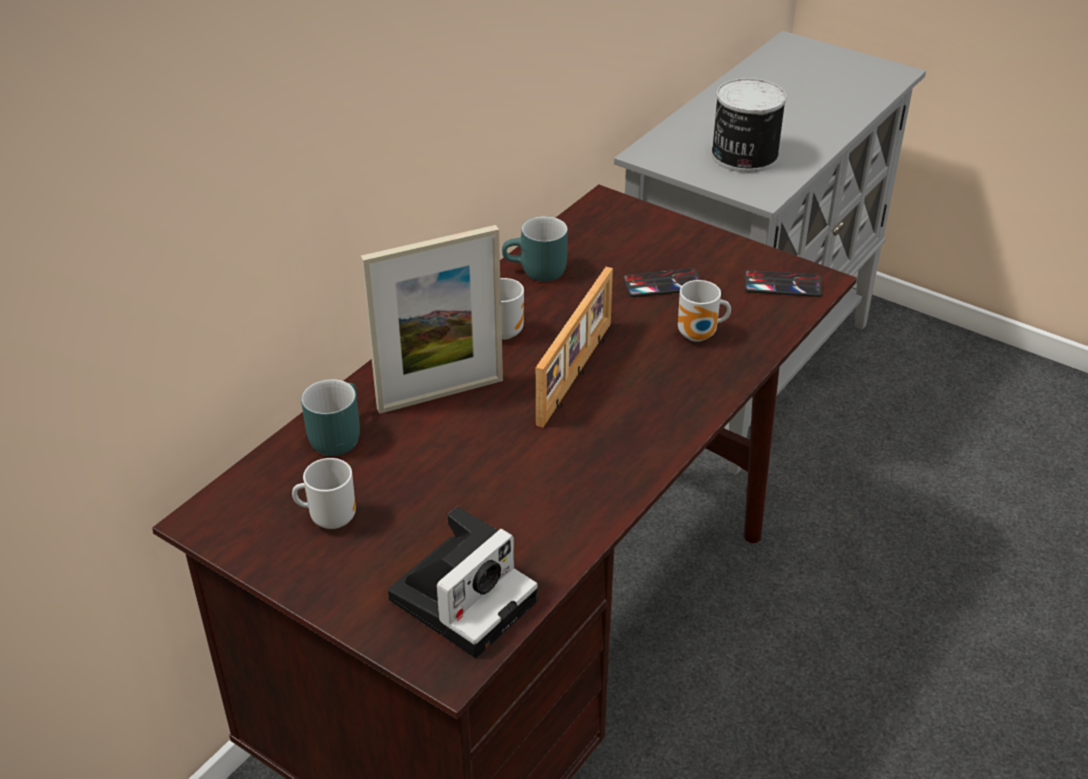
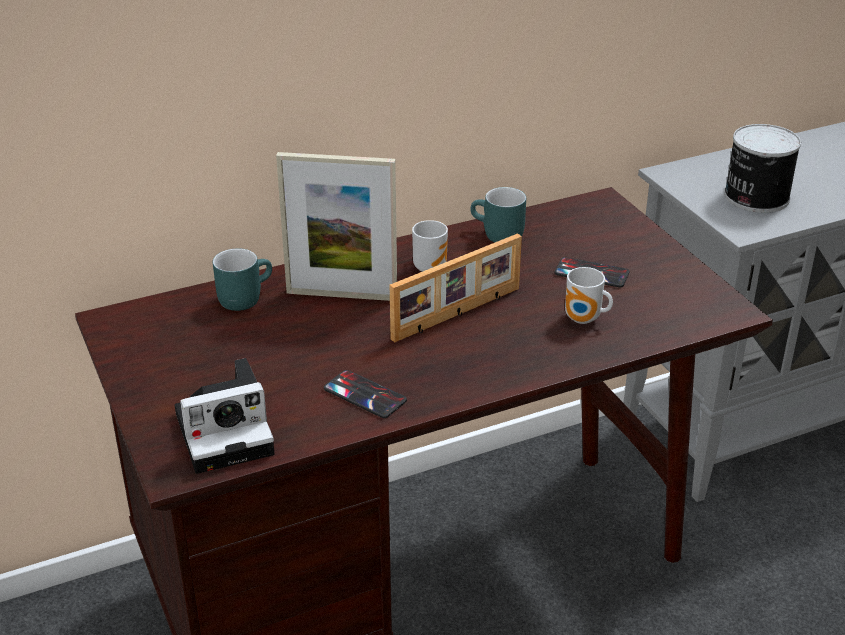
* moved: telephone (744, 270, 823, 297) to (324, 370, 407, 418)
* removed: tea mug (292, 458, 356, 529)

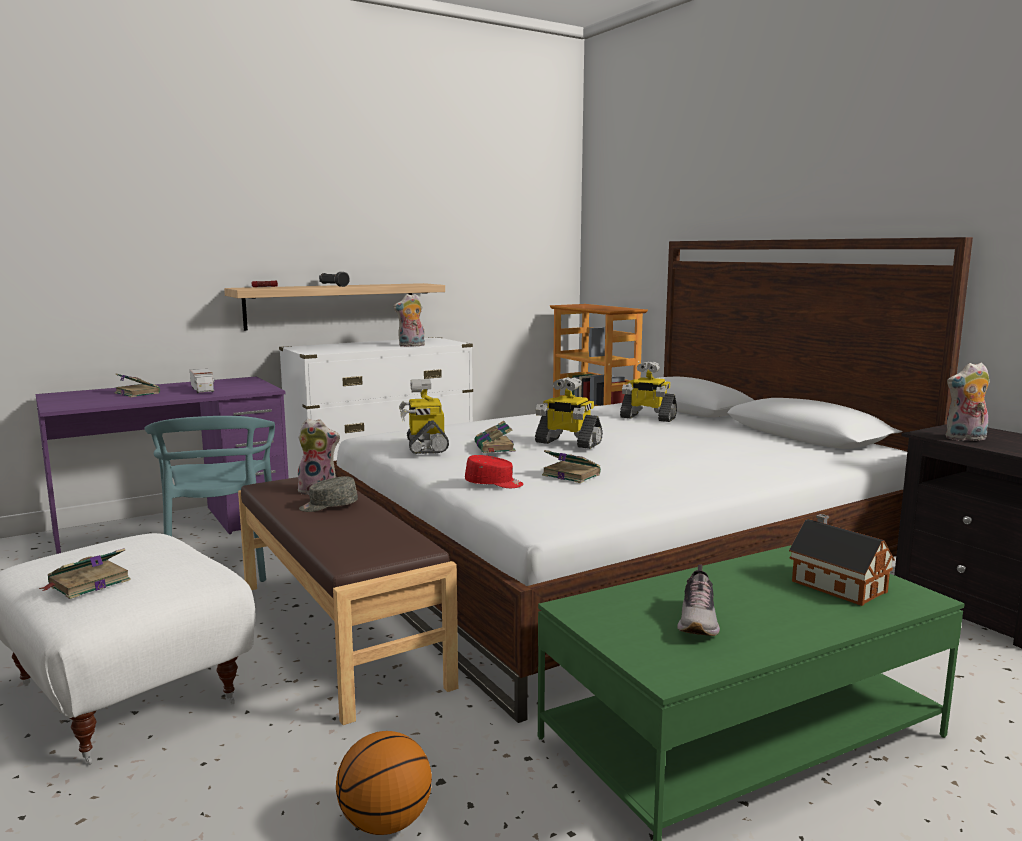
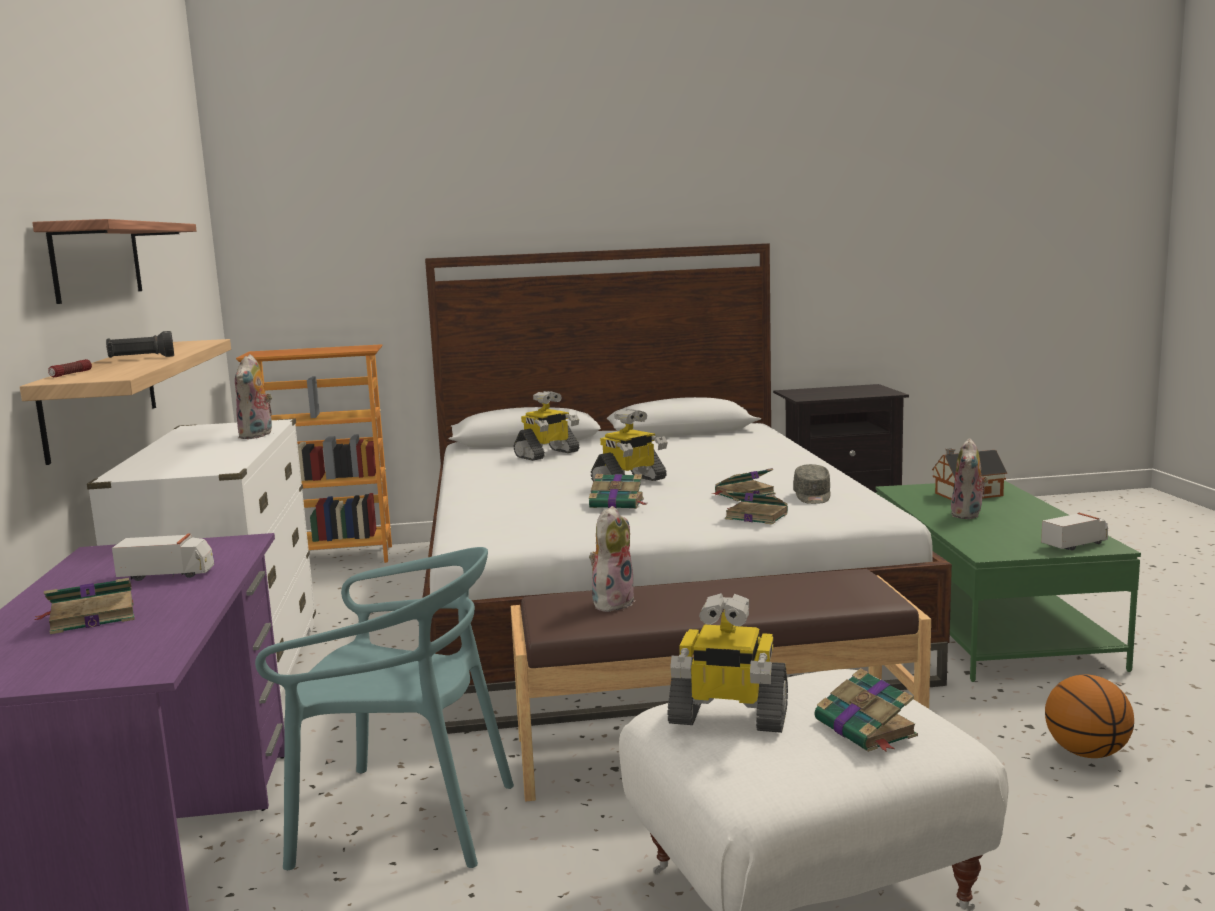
* moved: cuddly toy (946, 363, 989, 442) to (951, 438, 988, 519)
* moved: robot figure (399, 379, 449, 454) to (667, 593, 788, 733)
* replaced: baseball cap/red (465, 455, 524, 488) to book (725, 491, 788, 524)
* moved: baseball cap/gray (299, 476, 358, 512) to (793, 464, 831, 504)
* removed: shoe (677, 565, 720, 636)
* added: shelf (32, 219, 197, 304)
* added: toy lorry (1041, 513, 1108, 550)

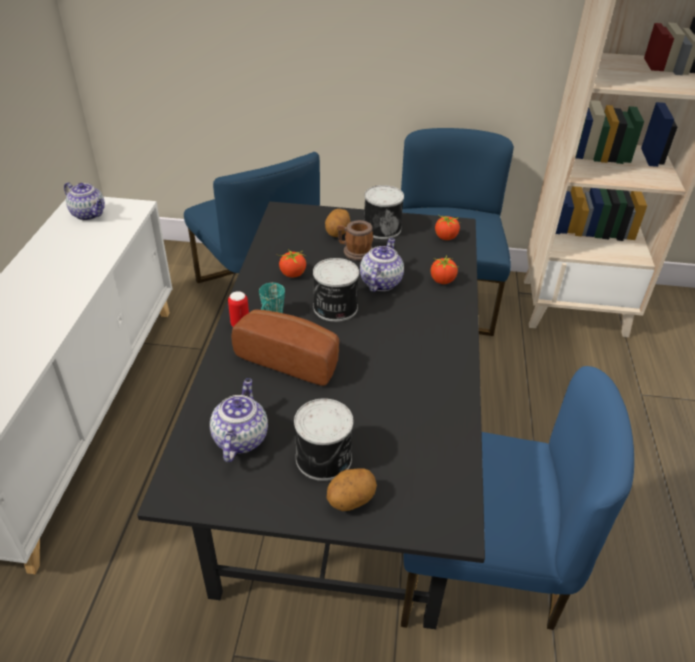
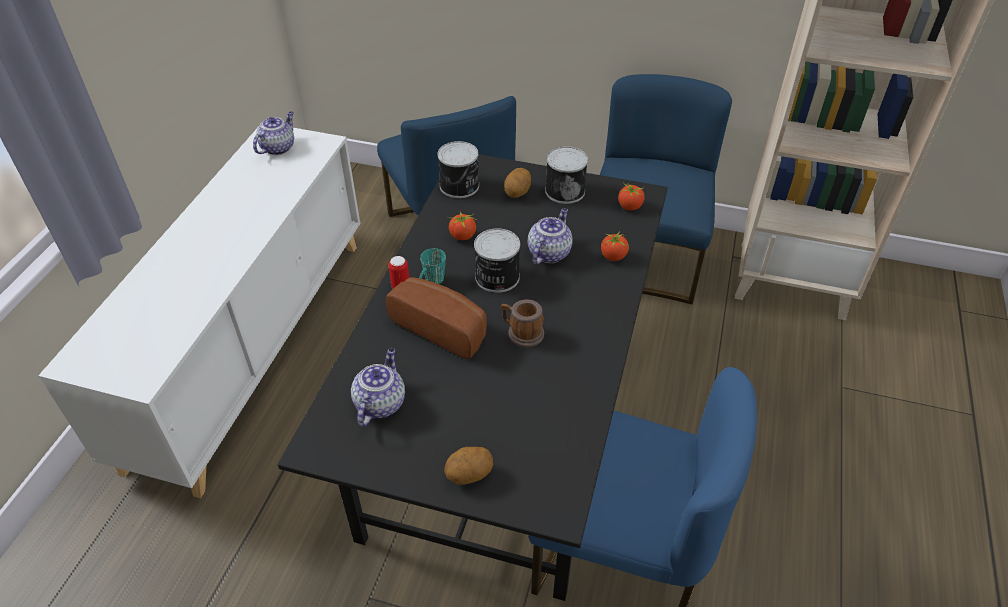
* turned: pot for tea (64, 182, 105, 220) = (253, 111, 294, 155) 105 degrees counterclockwise
* moved: tea mug (337, 220, 373, 261) to (501, 299, 544, 348)
* moved: metal can (294, 398, 353, 481) to (438, 141, 479, 198)

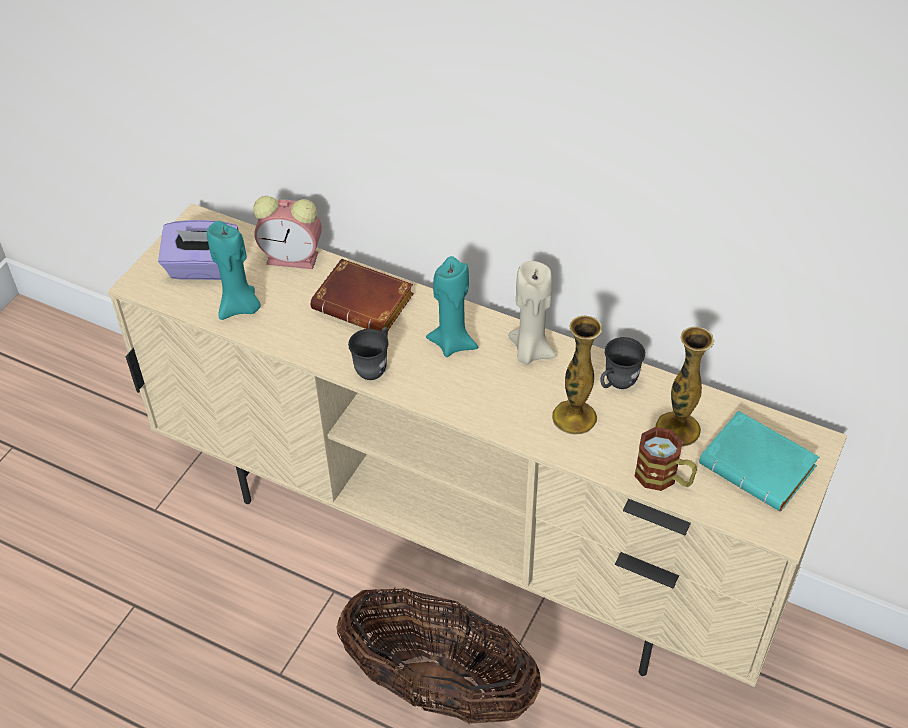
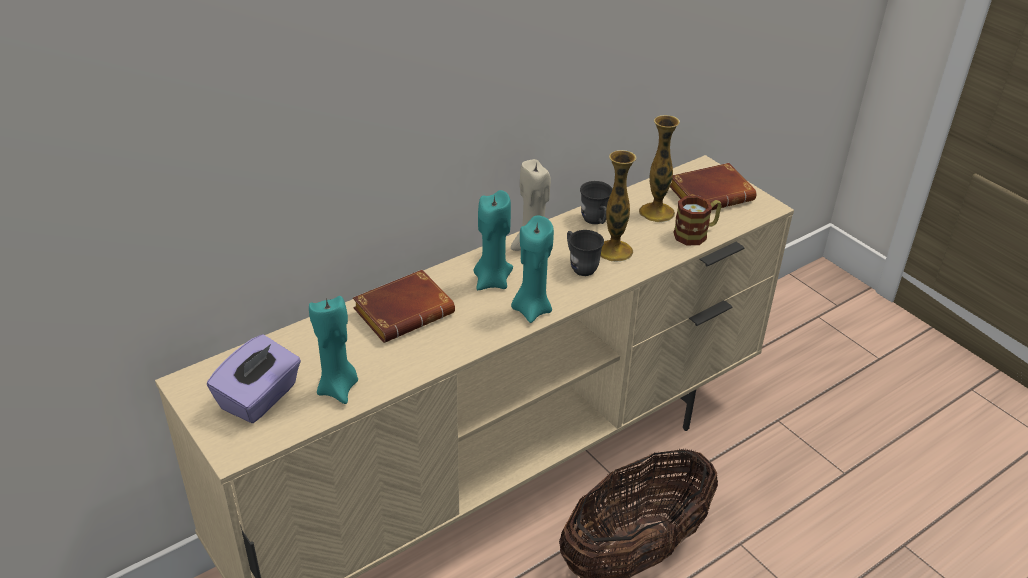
* removed: bedside clock (253, 196, 322, 269)
* moved: tea mug/gray (348, 327, 389, 380) to (567, 230, 604, 276)
* recoloured: book/turquoise (699, 411, 819, 511) to book/brown (670, 163, 756, 210)
* added: wax light/turquoise (511, 215, 554, 323)

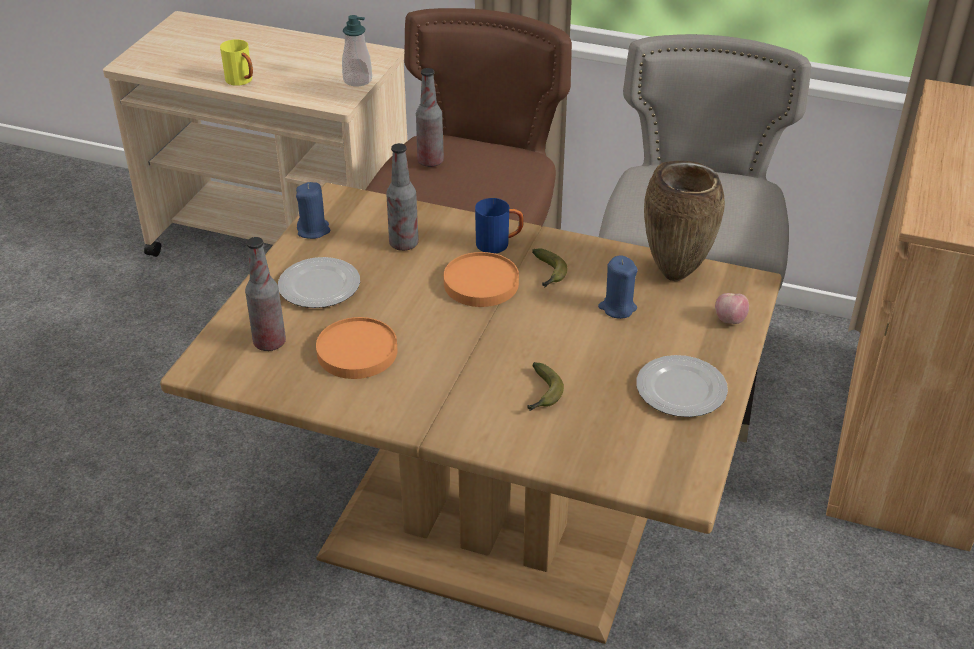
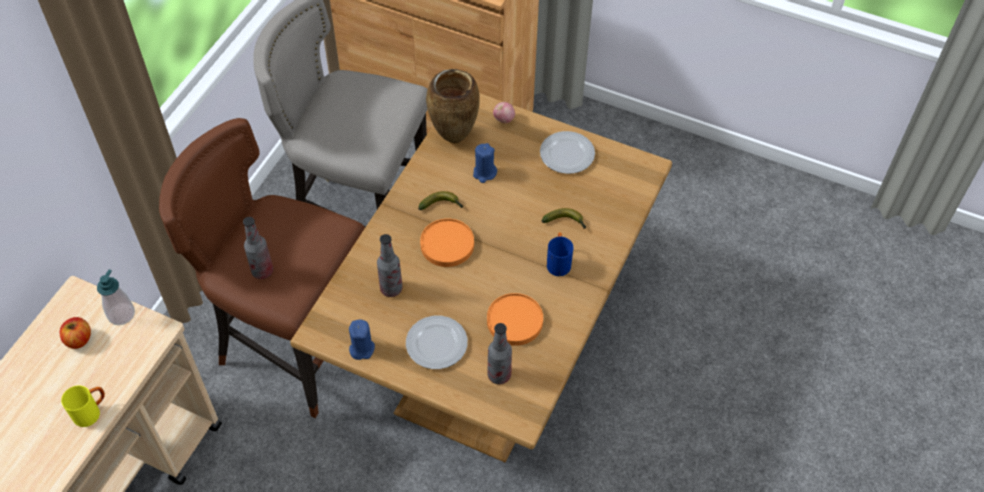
* moved: tea mug/bluish (475, 198, 524, 253) to (547, 233, 574, 276)
* added: apple fruit (60, 317, 91, 349)

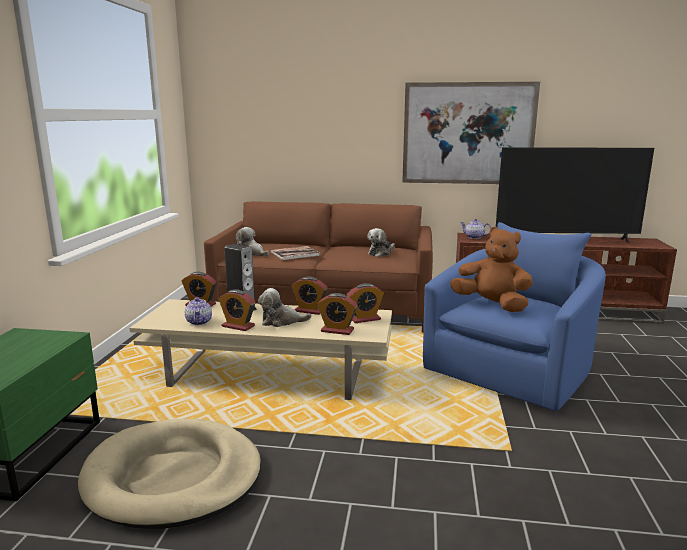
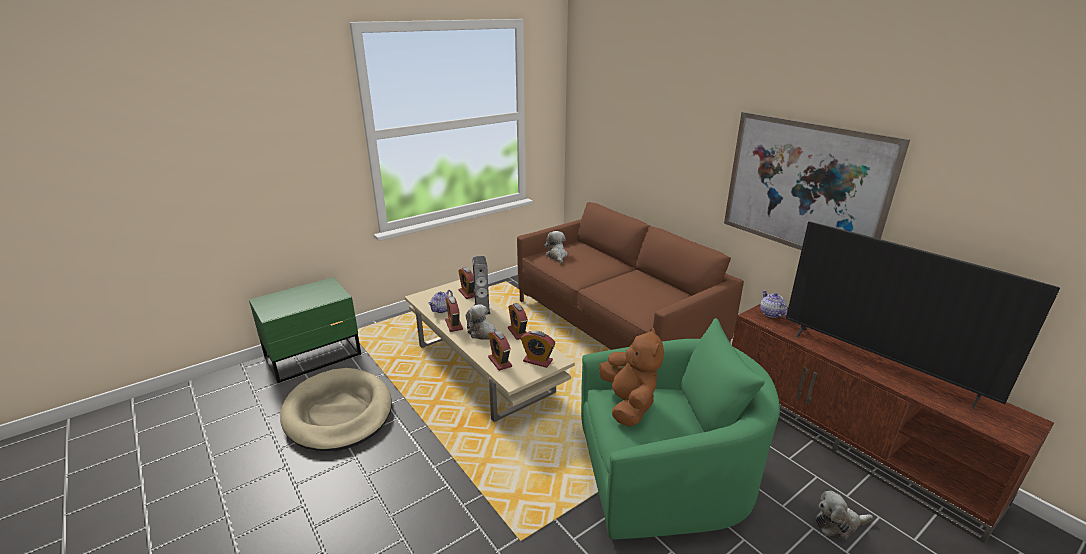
* recoloured: lounge chair/bluish (423, 222, 606, 411) to lounge chair/green (581, 318, 780, 540)
* moved: cuddly toy (367, 228, 395, 257) to (815, 491, 873, 539)
* removed: book (271, 246, 320, 260)

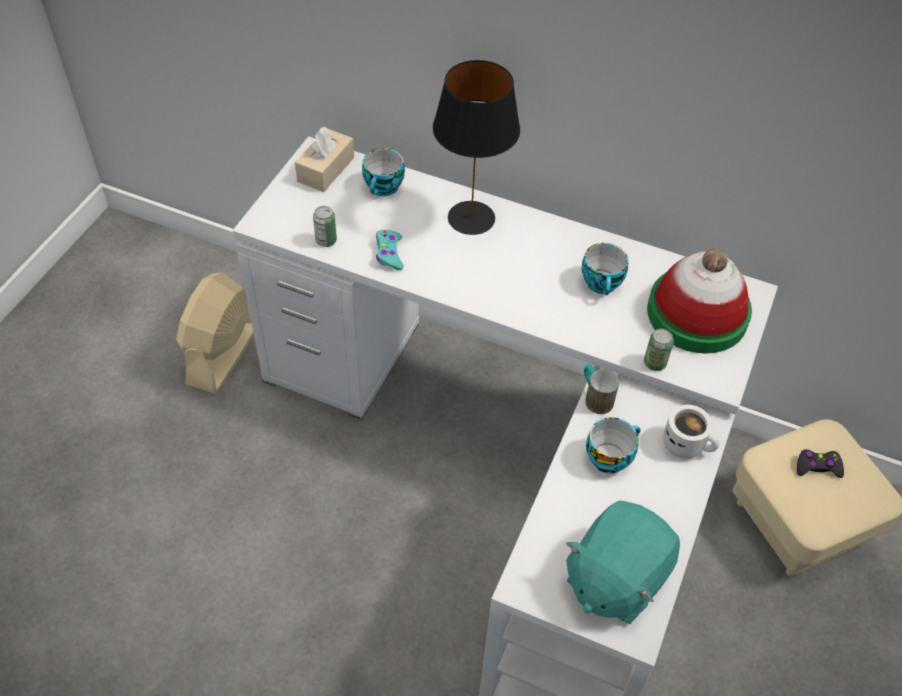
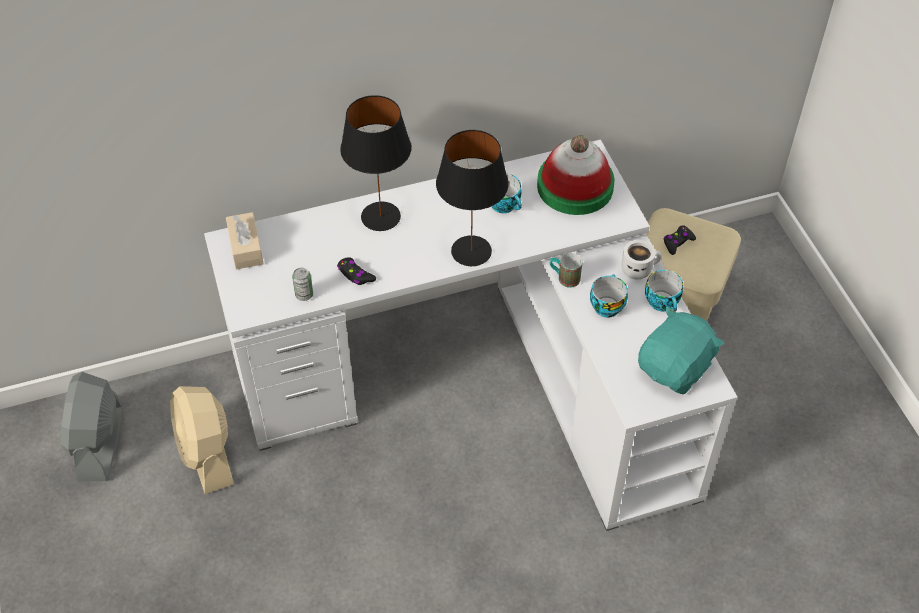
* moved: cup (362, 148, 405, 196) to (645, 270, 683, 312)
* recoloured: game controller/turquoise (376, 230, 404, 270) to game controller/blackish (337, 257, 376, 285)
* removed: metal can (644, 329, 674, 371)
* turned: cuddly toy/turquoise (566, 501, 680, 624) = (638, 306, 724, 394) 135 degrees counterclockwise
* added: lamp for a table/blackish (436, 130, 509, 266)
* added: cooling fan/gray (61, 372, 122, 481)

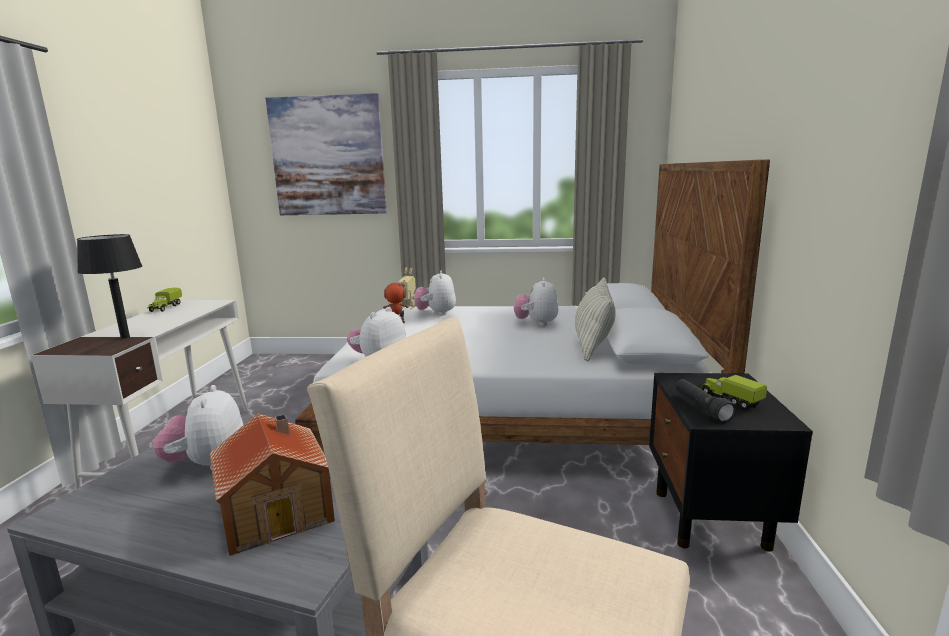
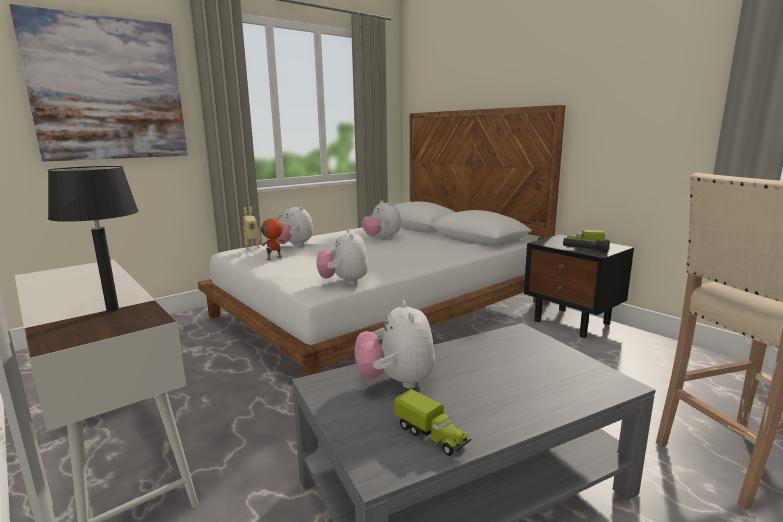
* removed: pillow (575, 277, 616, 361)
* moved: toy lorry (148, 288, 182, 312) to (394, 389, 472, 456)
* turned: cuddly toy (153, 385, 243, 470) = (355, 301, 435, 389) 45 degrees clockwise
* removed: toy house (210, 413, 335, 556)

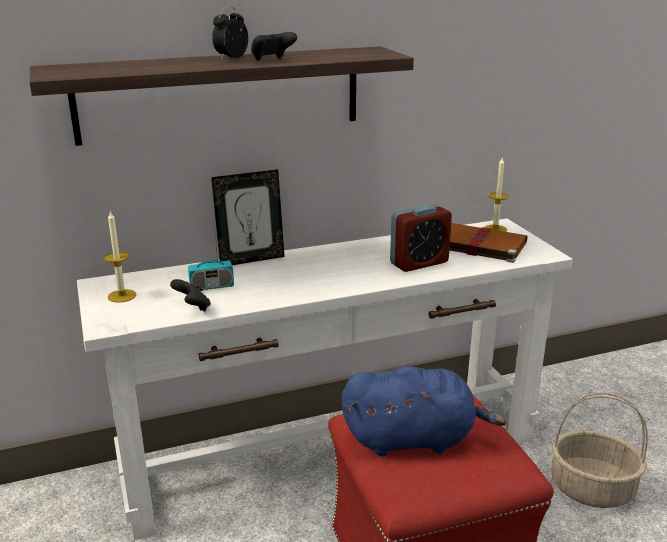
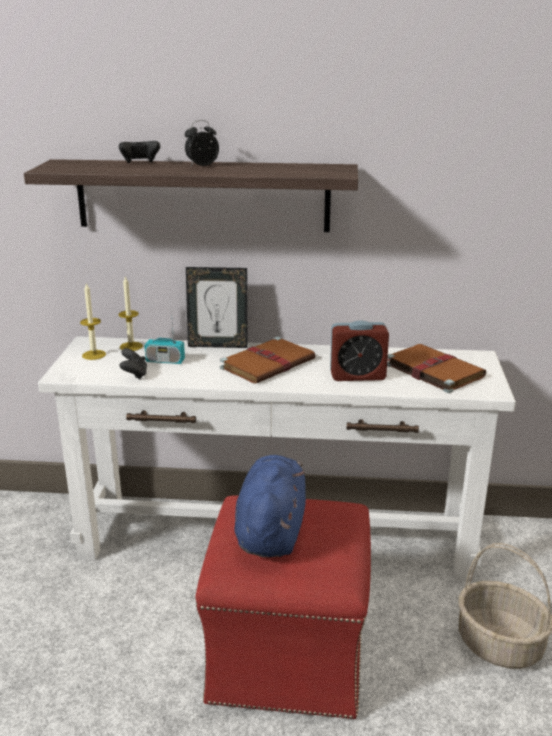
* moved: game controller/blackish (251, 32, 297, 61) to (119, 141, 160, 163)
* moved: wax light (484, 158, 509, 232) to (118, 276, 143, 351)
* turned: cuddly toy/bluish (341, 366, 506, 456) = (234, 455, 306, 557) 105 degrees counterclockwise
* added: book/brown (220, 337, 316, 383)

